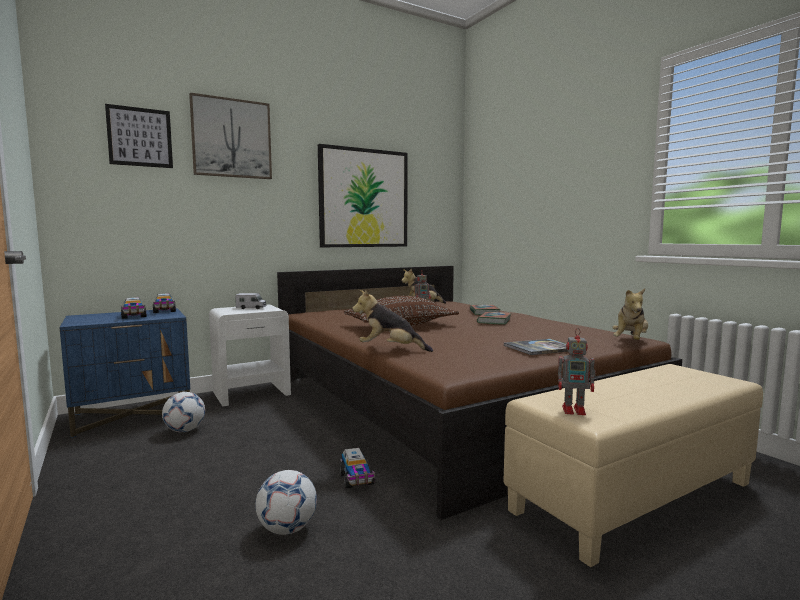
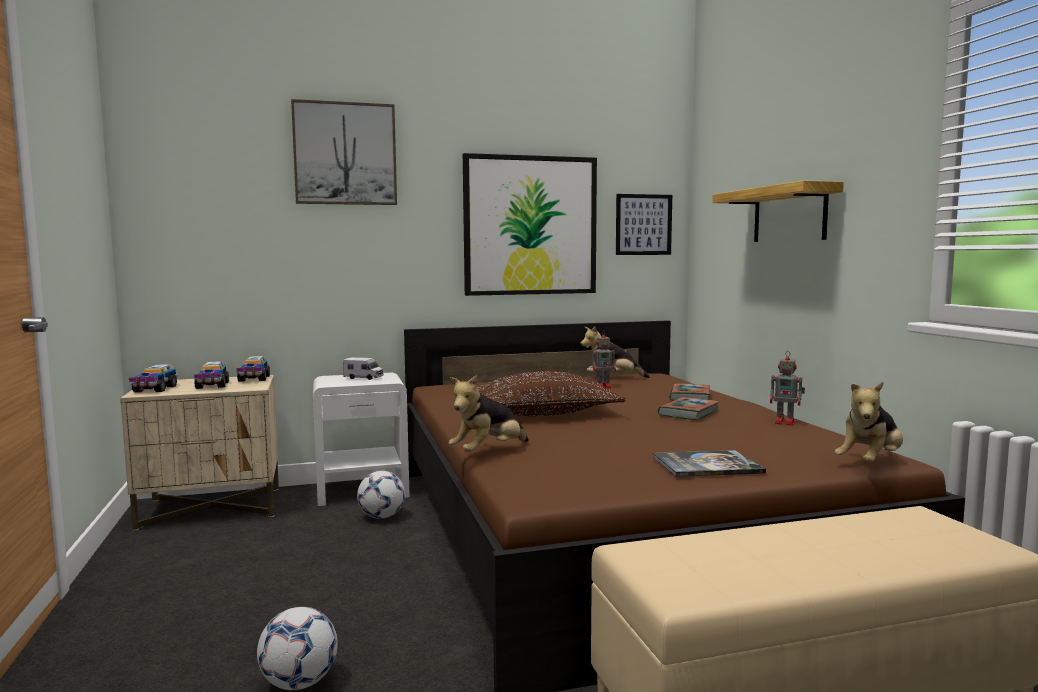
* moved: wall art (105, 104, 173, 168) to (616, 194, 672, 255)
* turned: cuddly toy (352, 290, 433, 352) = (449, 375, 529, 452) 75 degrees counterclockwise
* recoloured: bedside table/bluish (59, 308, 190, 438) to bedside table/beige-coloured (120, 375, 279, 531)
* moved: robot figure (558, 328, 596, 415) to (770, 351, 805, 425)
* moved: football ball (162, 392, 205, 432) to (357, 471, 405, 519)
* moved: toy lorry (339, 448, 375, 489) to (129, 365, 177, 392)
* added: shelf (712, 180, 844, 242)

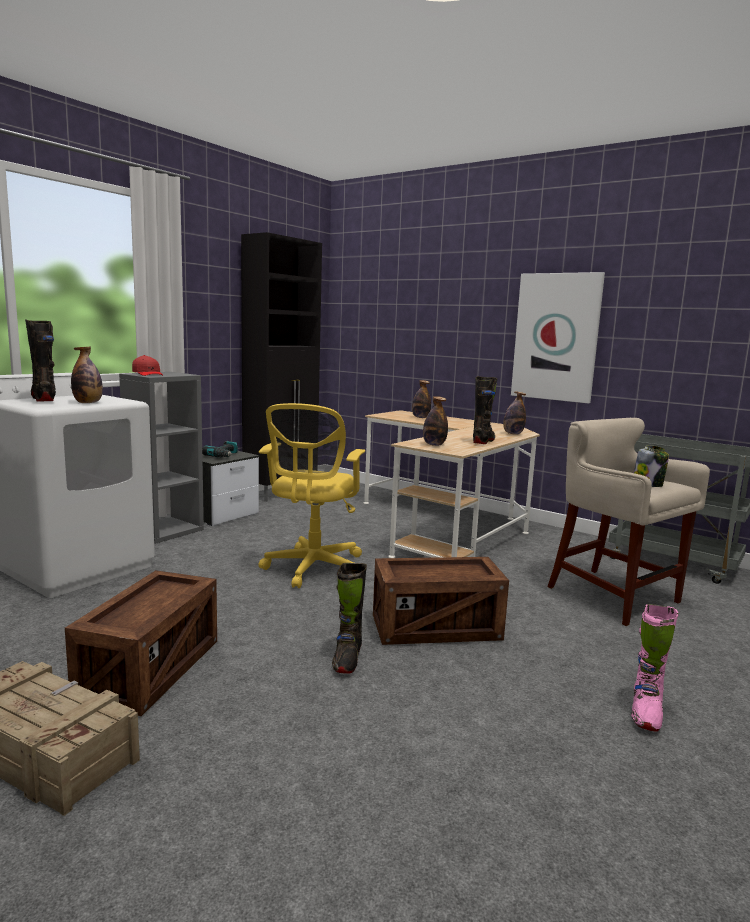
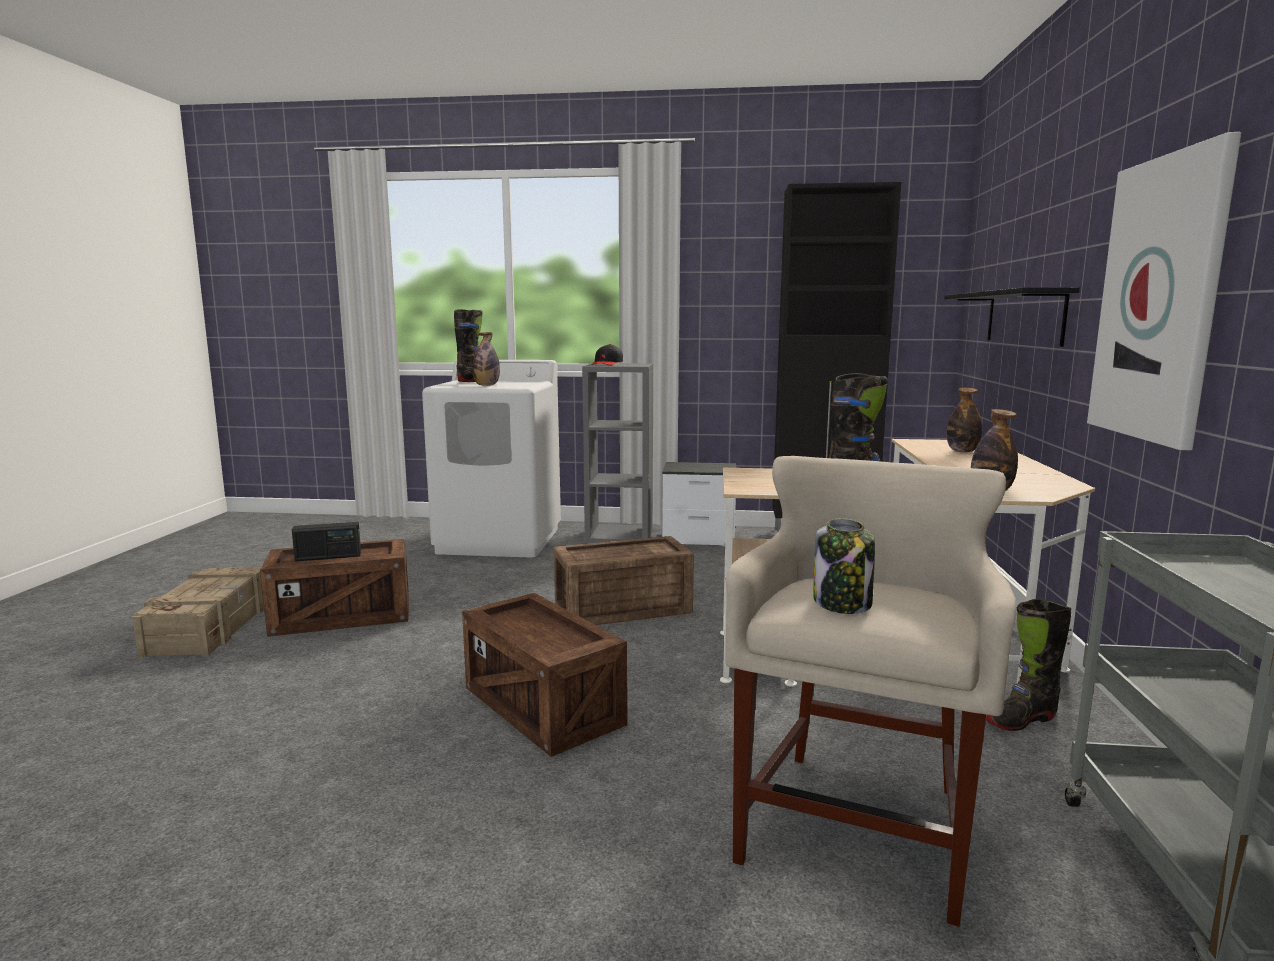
* recoloured: baseball cap/red (132, 355, 163, 376) to baseball cap/blackish (591, 344, 623, 365)
* removed: bottle (423, 396, 448, 446)
* replaced: office chair/yellowish (258, 403, 365, 588) to crate (554, 536, 694, 625)
* removed: drill (202, 441, 238, 457)
* moved: boot/blackish (332, 563, 367, 674) to (986, 599, 1071, 731)
* removed: boot/pinkish (631, 604, 678, 732)
* added: shelf/blackish (944, 287, 1080, 347)
* added: radio set (292, 522, 361, 562)

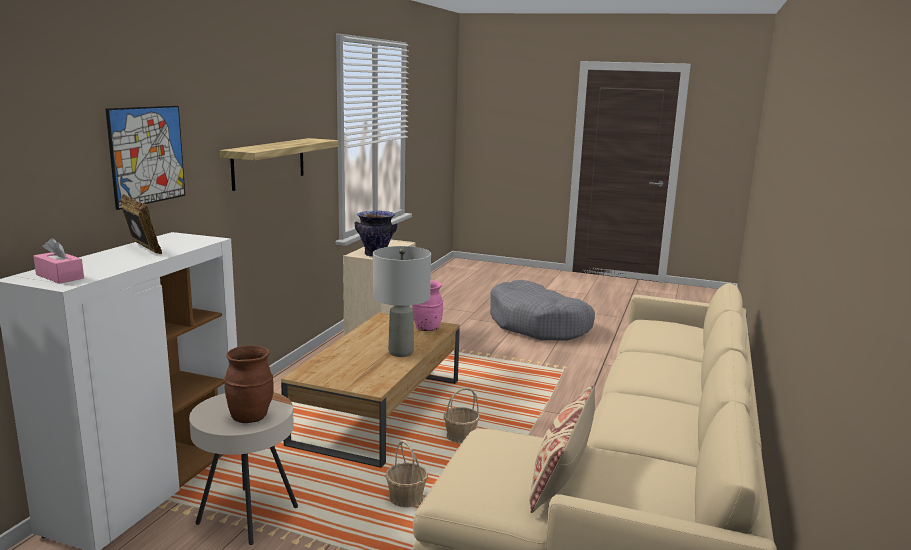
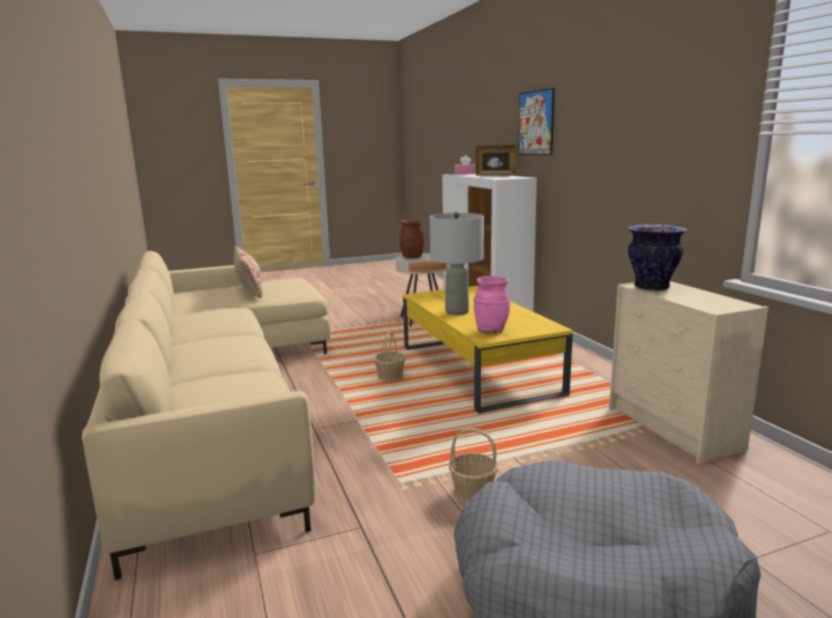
* removed: shelf (220, 138, 339, 191)
* recoloured: low table/brown (281, 313, 460, 468) to low table/yellowish (403, 286, 573, 414)
* moved: household basket (385, 440, 428, 507) to (449, 428, 498, 503)

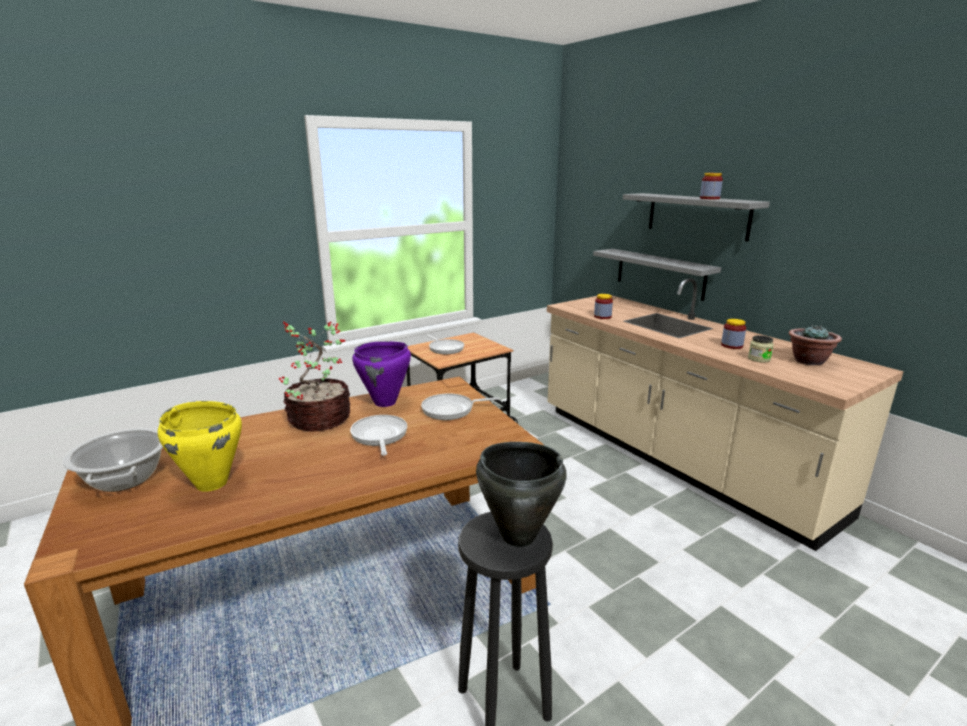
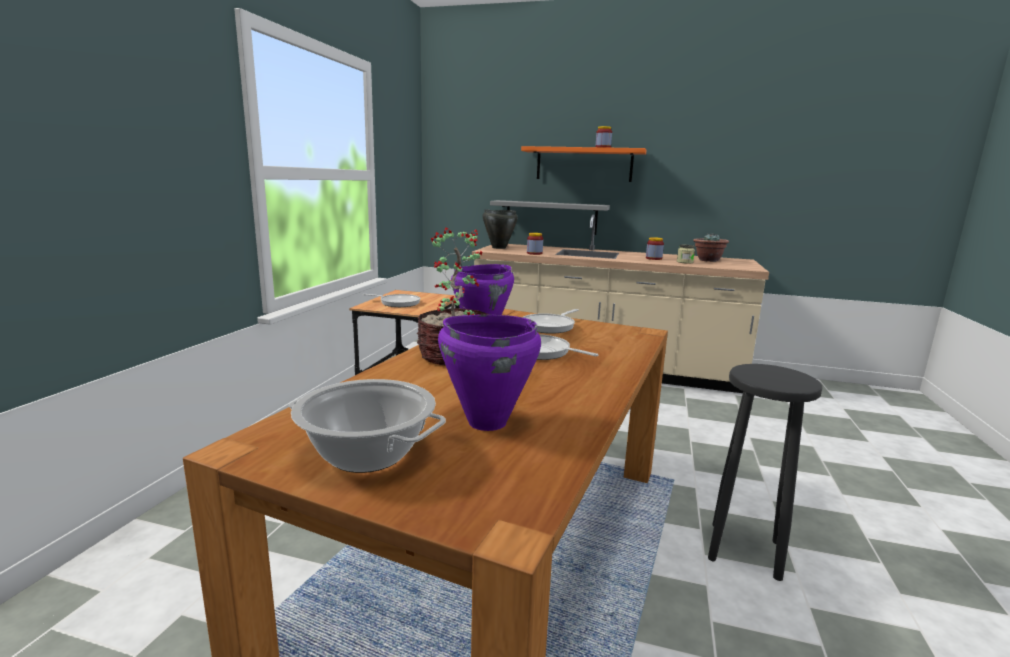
* recoloured: shelf/gray (623, 193, 770, 242) to shelf/orangey (521, 146, 647, 182)
* recoloured: stockpot/yellowish (158, 401, 242, 492) to stockpot/purple (438, 315, 541, 431)
* moved: stockpot/blackish (476, 442, 567, 547) to (483, 209, 518, 249)

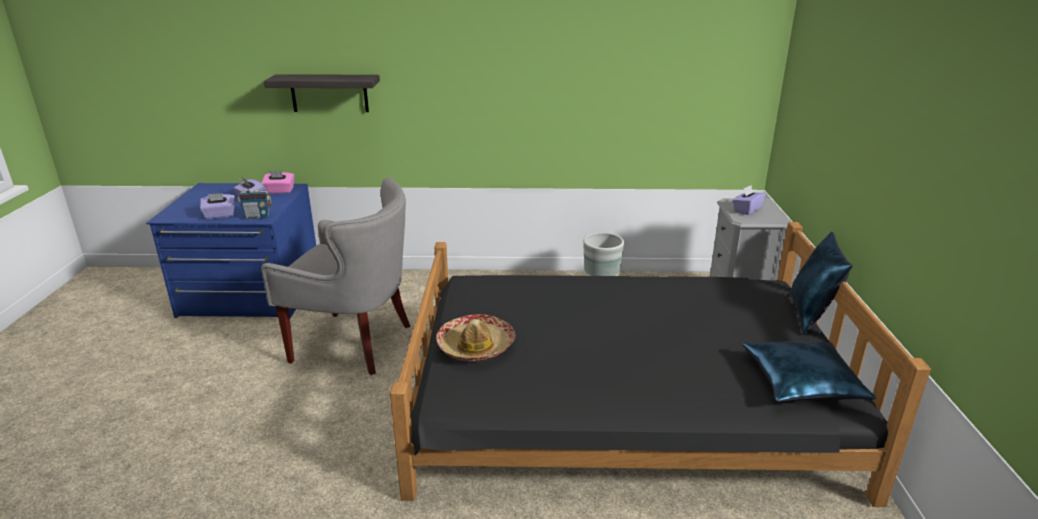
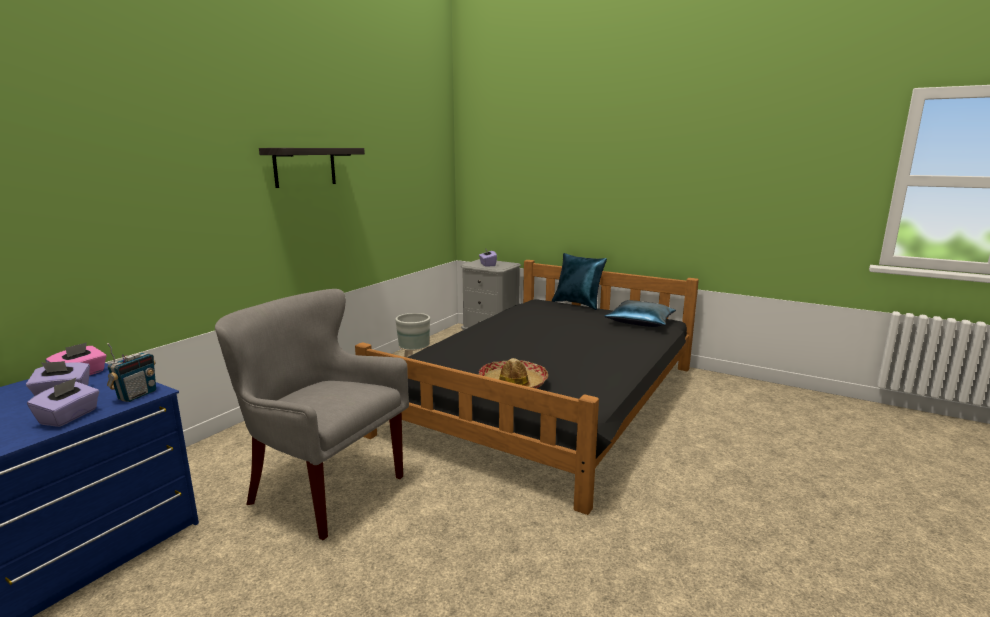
* moved: shelf (263, 74, 380, 112) to (259, 148, 365, 188)
* turned: lounge chair/gray (261, 178, 411, 375) = (215, 289, 409, 540) 105 degrees counterclockwise

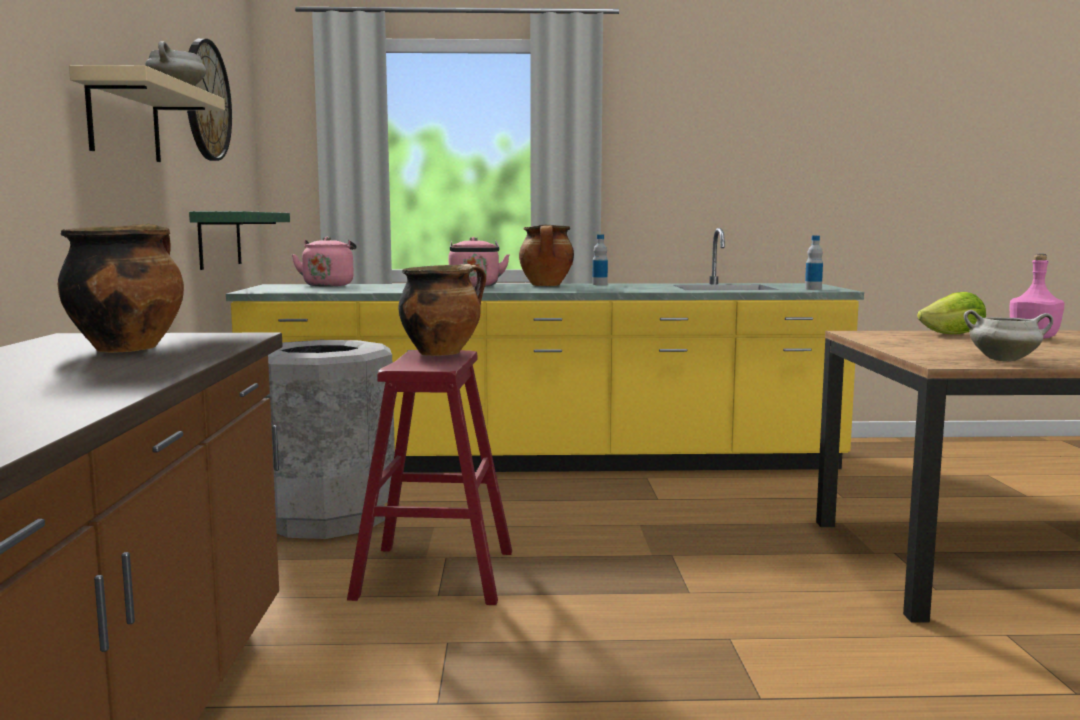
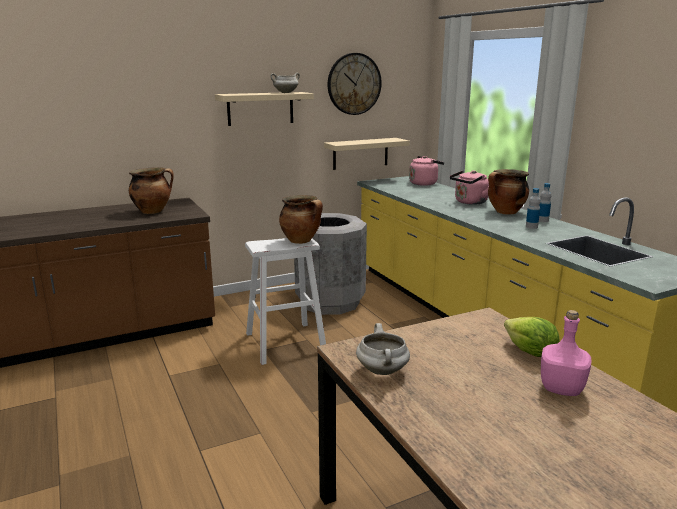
* recoloured: shelf/green (189, 211, 290, 270) to shelf/beige-coloured (324, 138, 410, 170)
* moved: bottle (805, 235, 823, 290) to (526, 188, 540, 229)
* recoloured: sitting stool/red (347, 350, 512, 605) to sitting stool/white (245, 238, 326, 365)

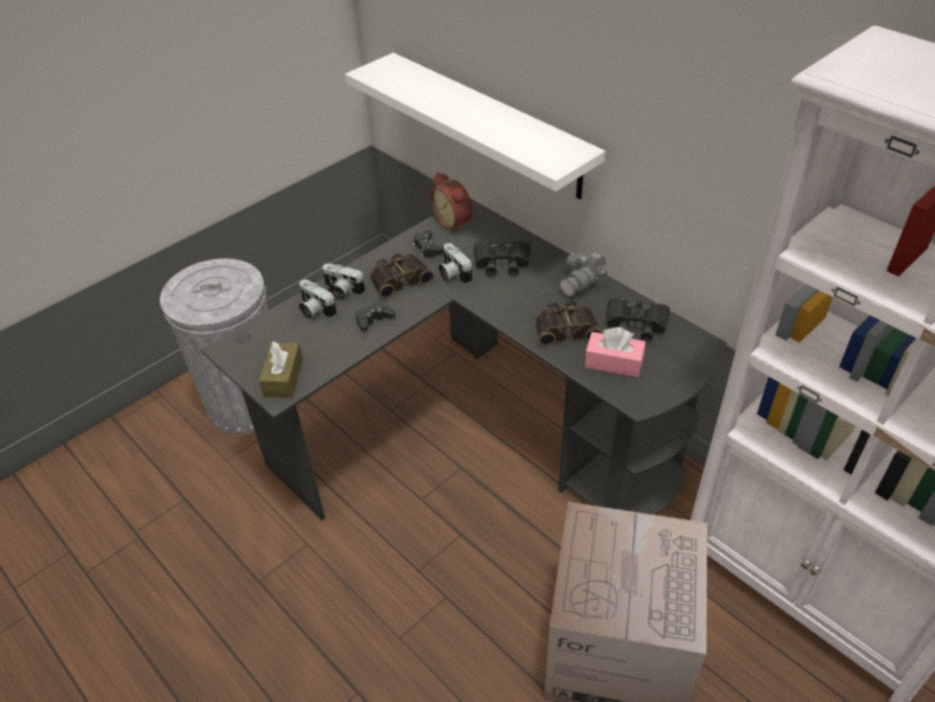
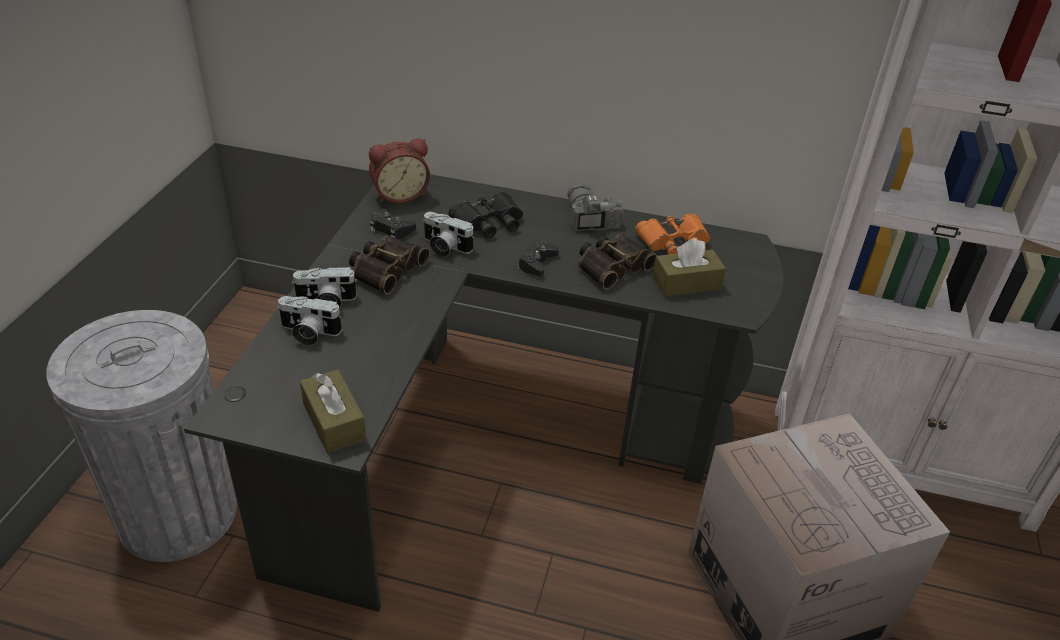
* removed: shelf/white (345, 53, 605, 199)
* turned: bedside clock (430, 172, 473, 233) = (369, 138, 430, 204) 45 degrees counterclockwise
* turned: still camera (559, 251, 607, 297) = (567, 183, 624, 231) 150 degrees clockwise
* recoloured: pair of binoculars/blackish (606, 298, 670, 342) to pair of binoculars/orangey (635, 214, 711, 255)
* moved: game controller/blackish (355, 301, 395, 332) to (518, 240, 559, 276)
* recoloured: tissue box/pinkish (585, 327, 646, 377) to tissue box/brown (652, 238, 726, 297)

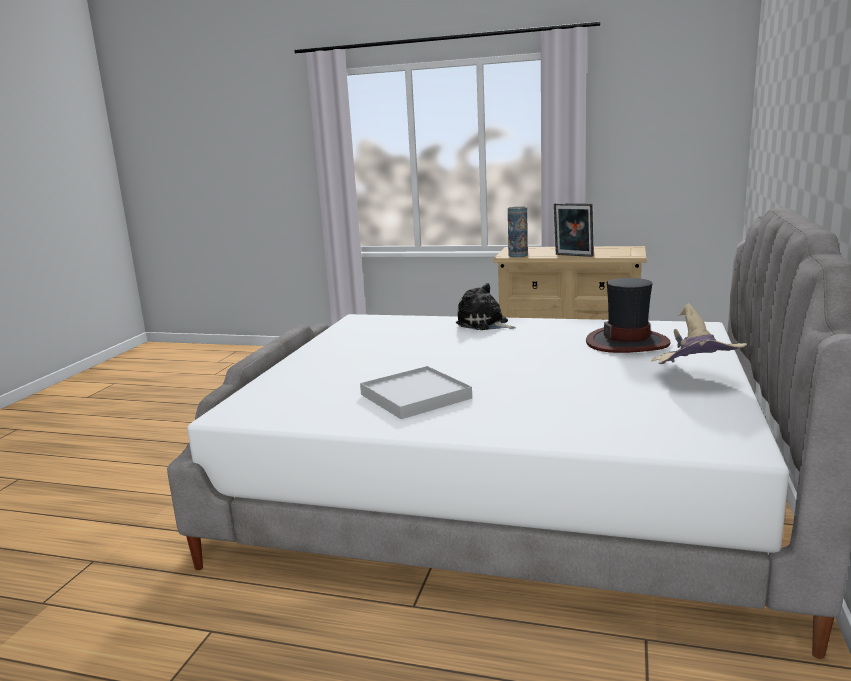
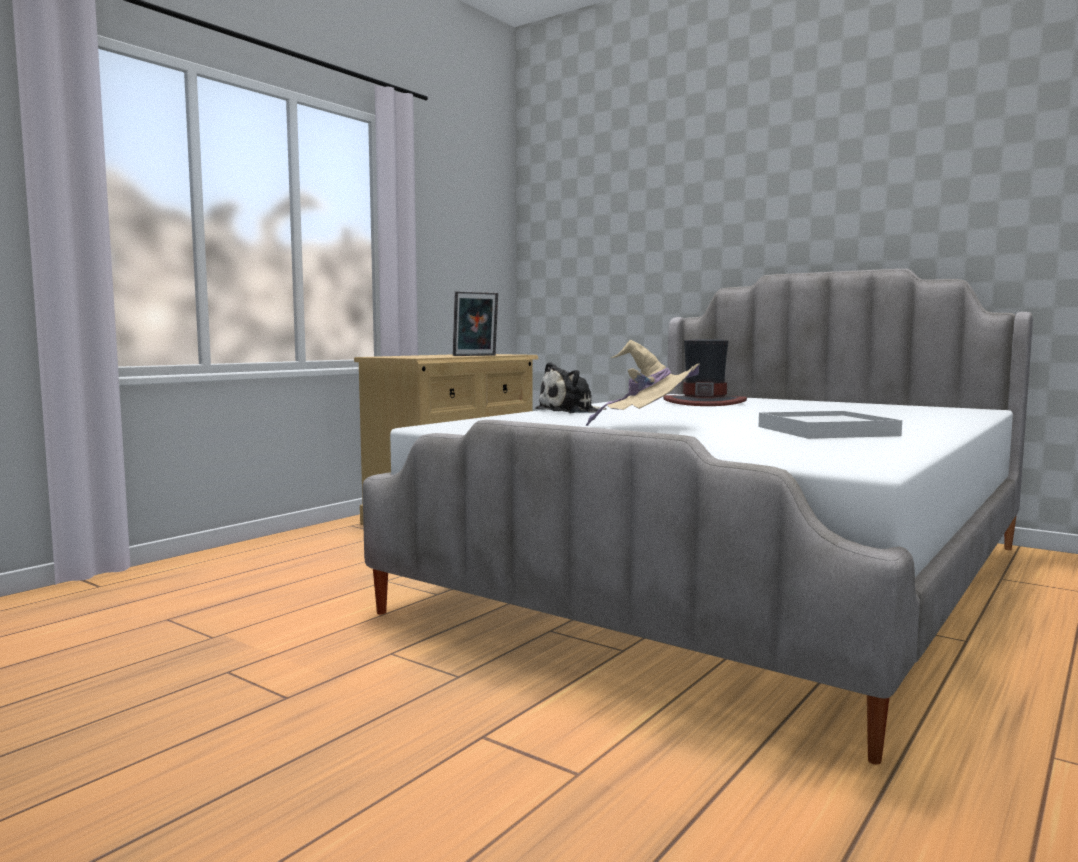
* removed: decorative vase (508, 207, 528, 257)
* moved: hat/beige-coloured (651, 304, 747, 364) to (586, 340, 700, 426)

